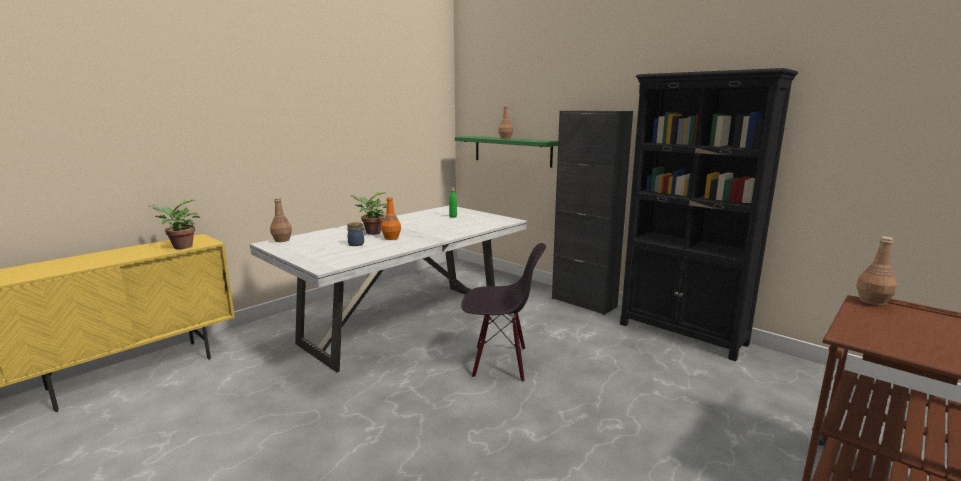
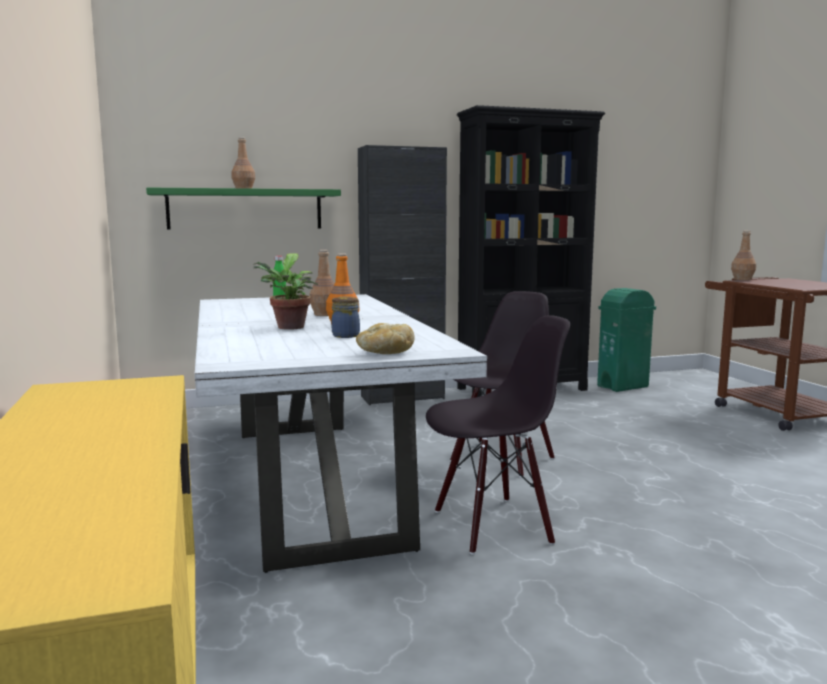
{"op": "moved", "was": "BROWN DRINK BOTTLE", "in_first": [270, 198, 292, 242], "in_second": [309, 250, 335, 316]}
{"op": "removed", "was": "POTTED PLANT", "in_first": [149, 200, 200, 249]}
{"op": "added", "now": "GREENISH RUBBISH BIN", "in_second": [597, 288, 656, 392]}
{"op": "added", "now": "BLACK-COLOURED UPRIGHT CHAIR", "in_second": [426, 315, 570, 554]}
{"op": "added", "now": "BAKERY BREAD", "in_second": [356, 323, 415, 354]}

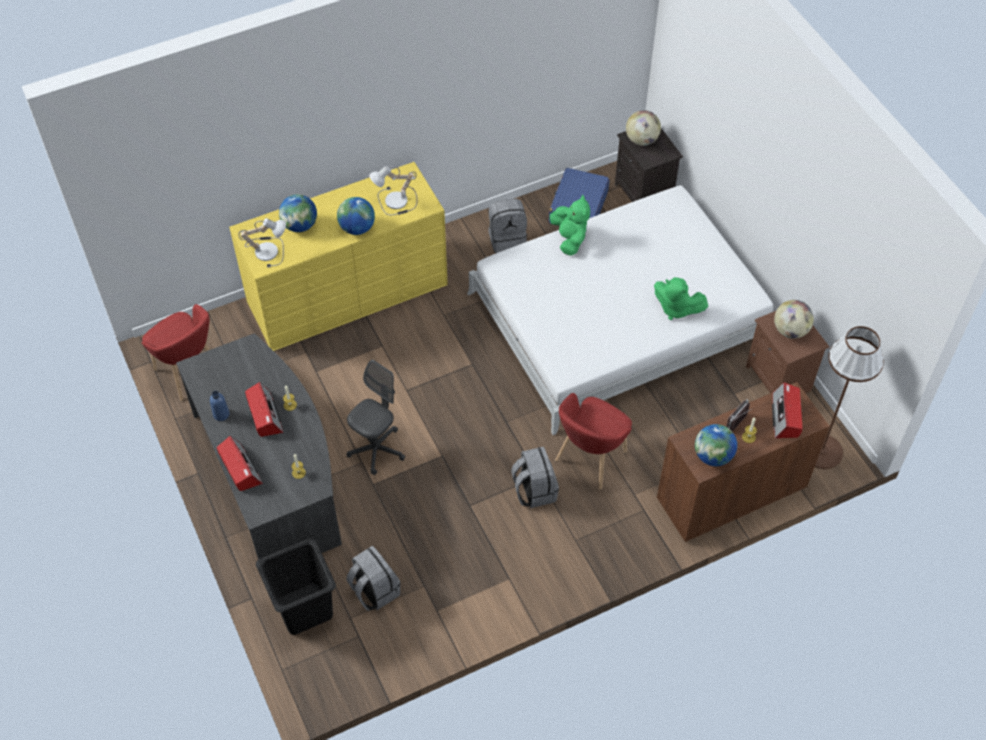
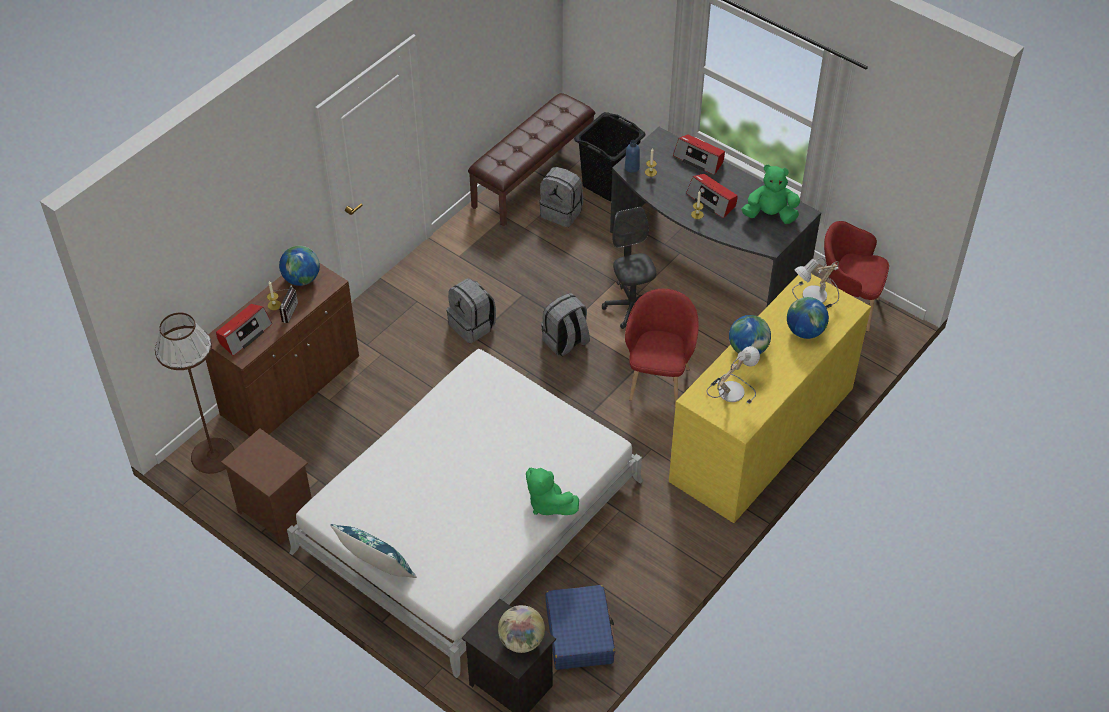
{"op": "moved", "was": "GREY KNAPSACK", "in_first": [488, 199, 527, 253], "in_second": [541, 293, 590, 356]}
{"op": "moved", "was": "GREENISH SOFT TOY", "in_first": [654, 277, 708, 320], "in_second": [741, 164, 800, 224]}
{"op": "removed", "was": "DESK GLOBE", "in_first": [774, 300, 814, 339]}
{"op": "turned", "was": "GREY DESK CHAIR", "in_first": [347, 360, 405, 475], "in_second": [602, 207, 656, 329], "clockwise": 150}
{"op": "turned", "was": "RADIO RECEIVER", "in_first": [772, 382, 802, 439], "in_second": [216, 304, 272, 356], "clockwise": 60}
{"op": "moved", "was": "BLUE DRINK BOTTLE", "in_first": [210, 391, 229, 421], "in_second": [625, 140, 640, 173]}
{"op": "moved", "was": "RED-COLOURED EASY CHAIR", "in_first": [555, 393, 632, 490], "in_second": [625, 289, 699, 406]}
{"op": "added", "now": "BROWN INDOOR BENCH", "in_second": [468, 93, 595, 226]}
{"op": "added", "now": "BLUE THROW PILLOW", "in_second": [330, 524, 416, 578]}

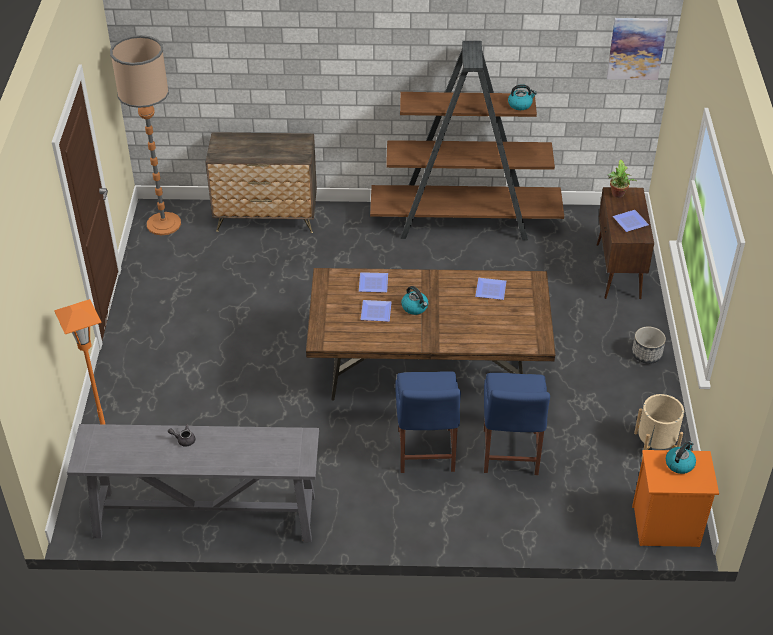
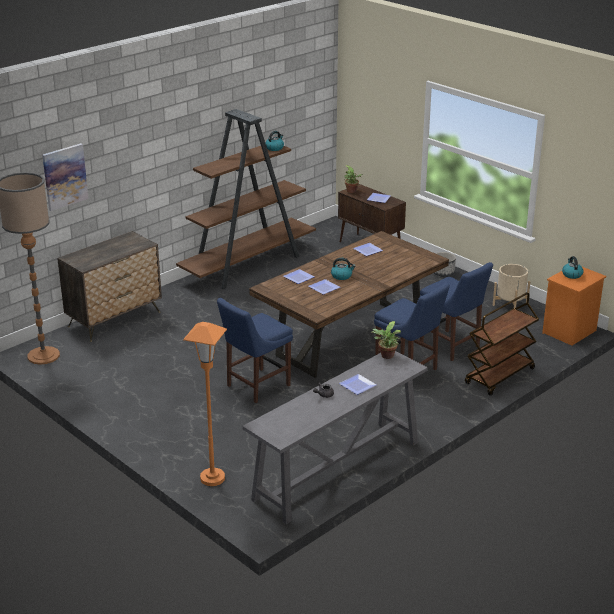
{"op": "moved", "was": "WALL ART", "in_first": [607, 18, 668, 80], "in_second": [42, 143, 88, 211]}
{"op": "added", "now": "BROWN TROLLEY", "in_second": [465, 292, 539, 396]}
{"op": "added", "now": "BLUE UPRIGHT CHAIR", "in_second": [217, 298, 293, 403]}
{"op": "added", "now": "POTTED PLANT", "in_second": [370, 321, 401, 359]}
{"op": "added", "now": "PLATE", "in_second": [339, 374, 376, 395]}

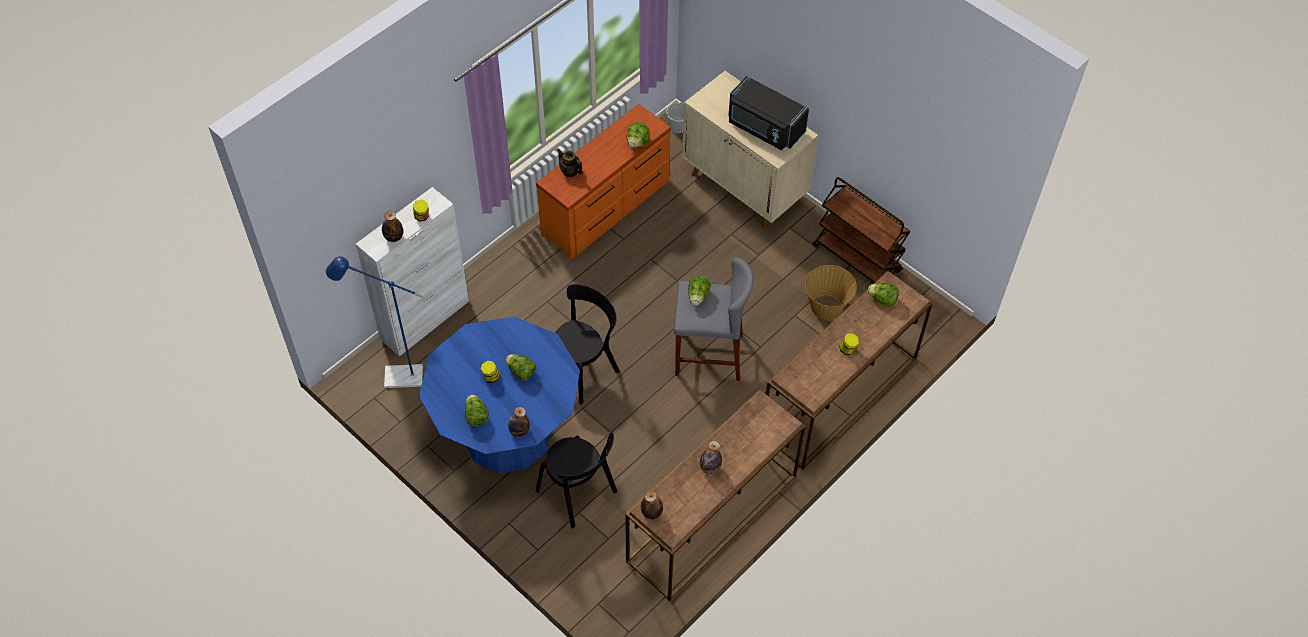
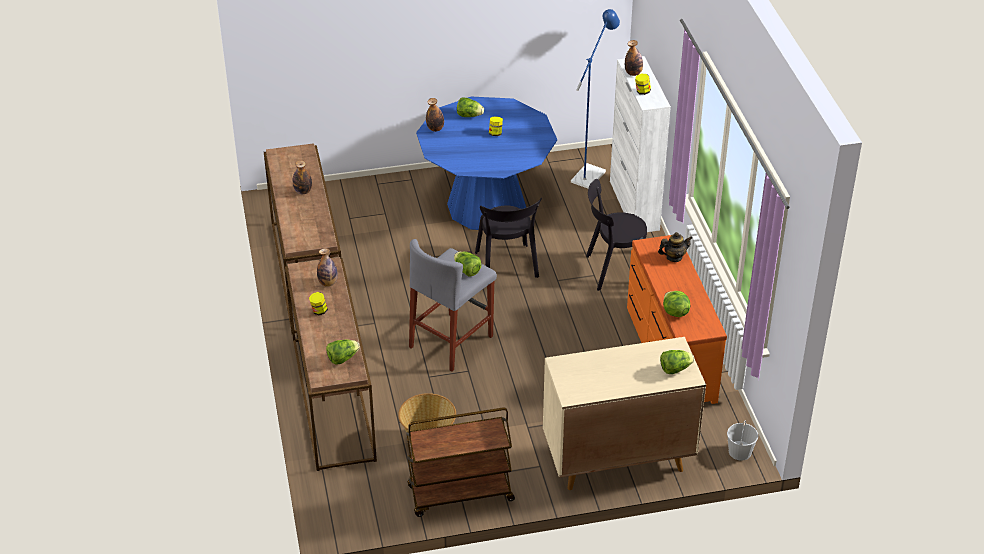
{"op": "removed", "was": "BLACK-COLOURED MICROWAVE", "in_first": [729, 76, 809, 150]}
{"op": "moved", "was": "LETTUCE HEAD", "in_first": [506, 354, 536, 381], "in_second": [660, 350, 694, 374]}
{"op": "moved", "was": "BLACK-COLOURED UPRIGHT CHAIR", "in_first": [536, 433, 617, 528], "in_second": [586, 179, 647, 291]}
{"op": "moved", "was": "DRINK BOTTLE", "in_first": [641, 490, 663, 519], "in_second": [317, 248, 338, 287]}

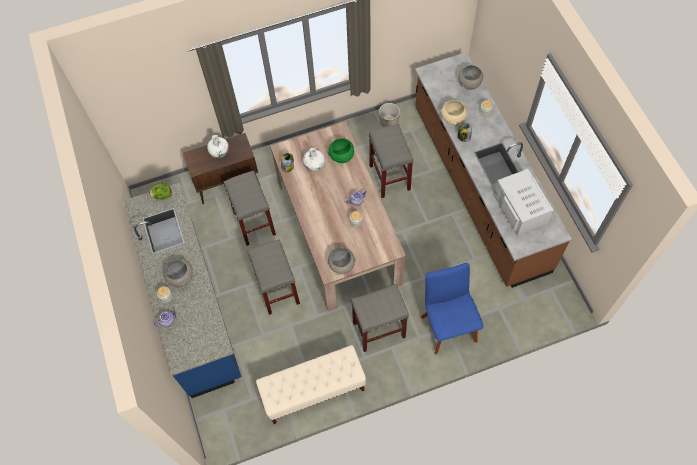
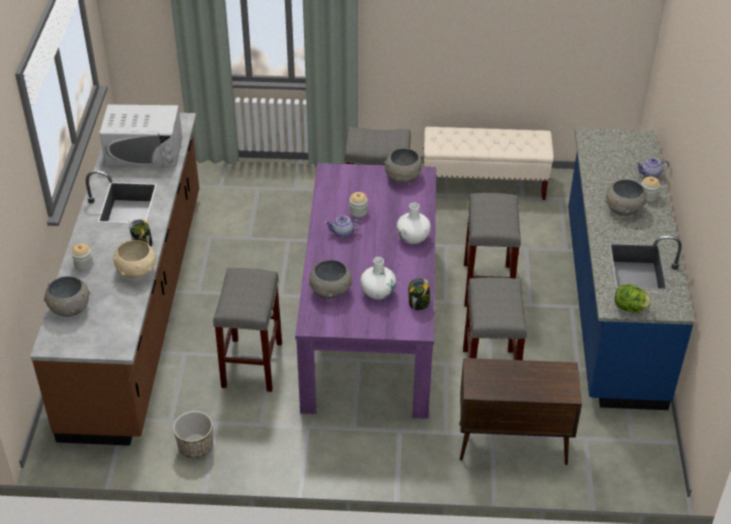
{"op": "recoloured", "was": "SAND-COLOURED DINNER TABLE", "now": "PURPLISH DINNER TABLE", "in_first": [270, 121, 406, 312], "in_second": [295, 163, 436, 419]}
{"op": "moved", "was": "WHITISH VASE", "in_first": [207, 135, 229, 158], "in_second": [397, 203, 431, 244]}
{"op": "recoloured", "was": "GREENISH DEEP DISH", "now": "GREY DEEP DISH", "in_first": [328, 138, 354, 163], "in_second": [308, 260, 353, 299]}
{"op": "turned", "was": "WHITISH MICROWAVE", "in_first": [494, 169, 553, 236], "in_second": [100, 104, 183, 166], "clockwise": -90}
{"op": "removed", "was": "BLUE UPRIGHT CHAIR", "in_first": [420, 263, 483, 354]}

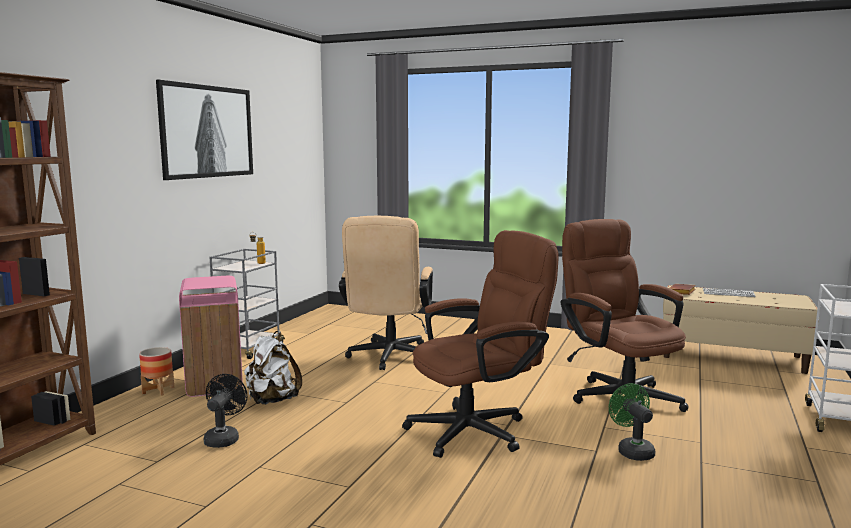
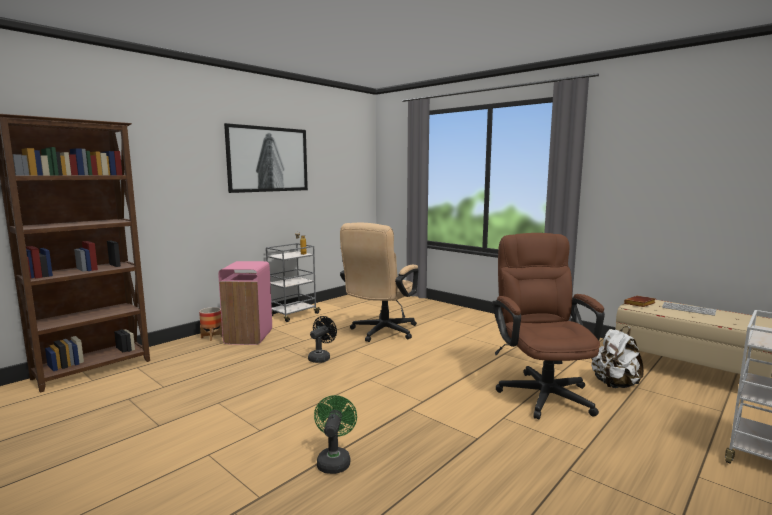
{"op": "removed", "was": "BROWN DESK CHAIR", "in_first": [402, 230, 559, 458]}
{"op": "moved", "was": "WHITISH KNAPSACK", "in_first": [244, 331, 302, 404], "in_second": [591, 326, 644, 388]}
{"op": "moved", "was": "BLACK-COLOURED FAN", "in_first": [204, 374, 247, 448], "in_second": [308, 316, 337, 363]}
{"op": "moved", "was": "GREENISH FAN", "in_first": [609, 383, 655, 461], "in_second": [314, 395, 357, 474]}

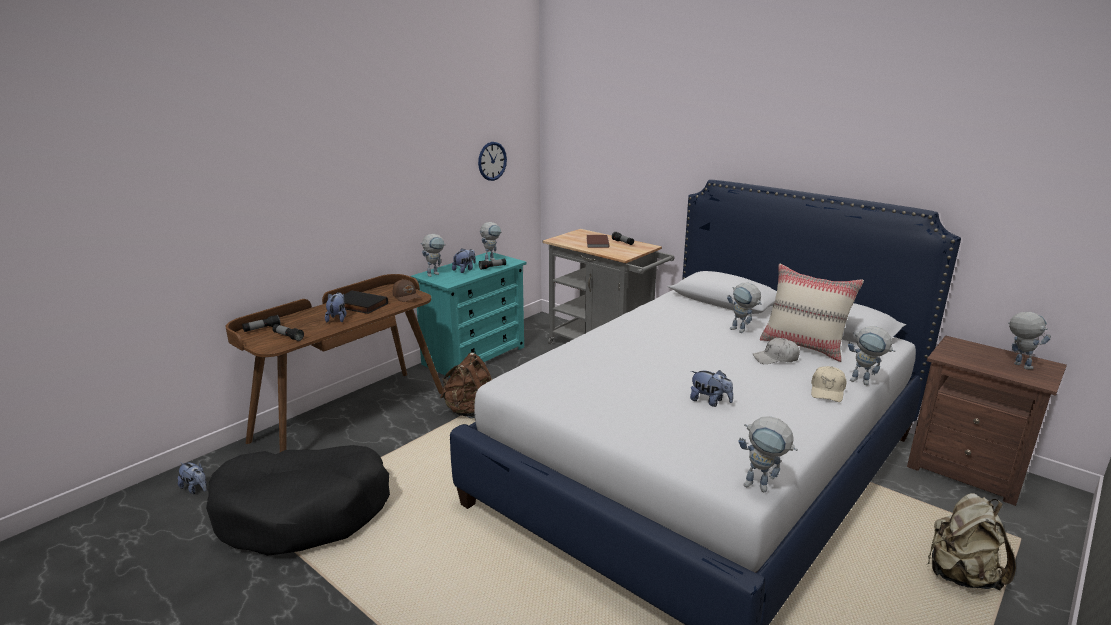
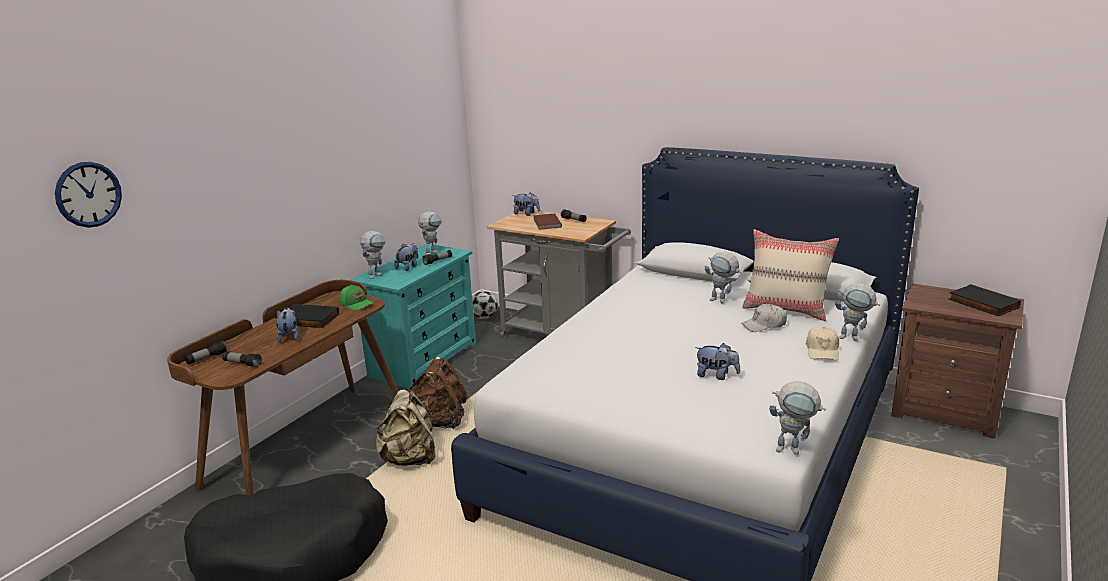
{"op": "moved", "was": "WALL CLOCK", "in_first": [478, 142, 507, 181], "in_second": [55, 162, 122, 228]}
{"op": "recoloured", "was": "BROWN BASEBALL CAP", "now": "GREENISH BASEBALL CAP", "in_first": [393, 279, 421, 302], "in_second": [340, 285, 374, 310]}
{"op": "replaced", "was": "TOY ROBOT", "now": "BLACK-COLOURED VOLUME", "in_first": [1008, 312, 1051, 370], "in_second": [949, 284, 1021, 316]}
{"op": "moved", "was": "SOFT TOY", "in_first": [178, 462, 207, 494], "in_second": [513, 192, 540, 216]}
{"op": "moved", "was": "SAND-COLOURED KNAPSACK", "in_first": [927, 493, 1016, 590], "in_second": [374, 389, 435, 466]}
{"op": "added", "now": "FOOTBALL", "in_second": [472, 291, 498, 319]}

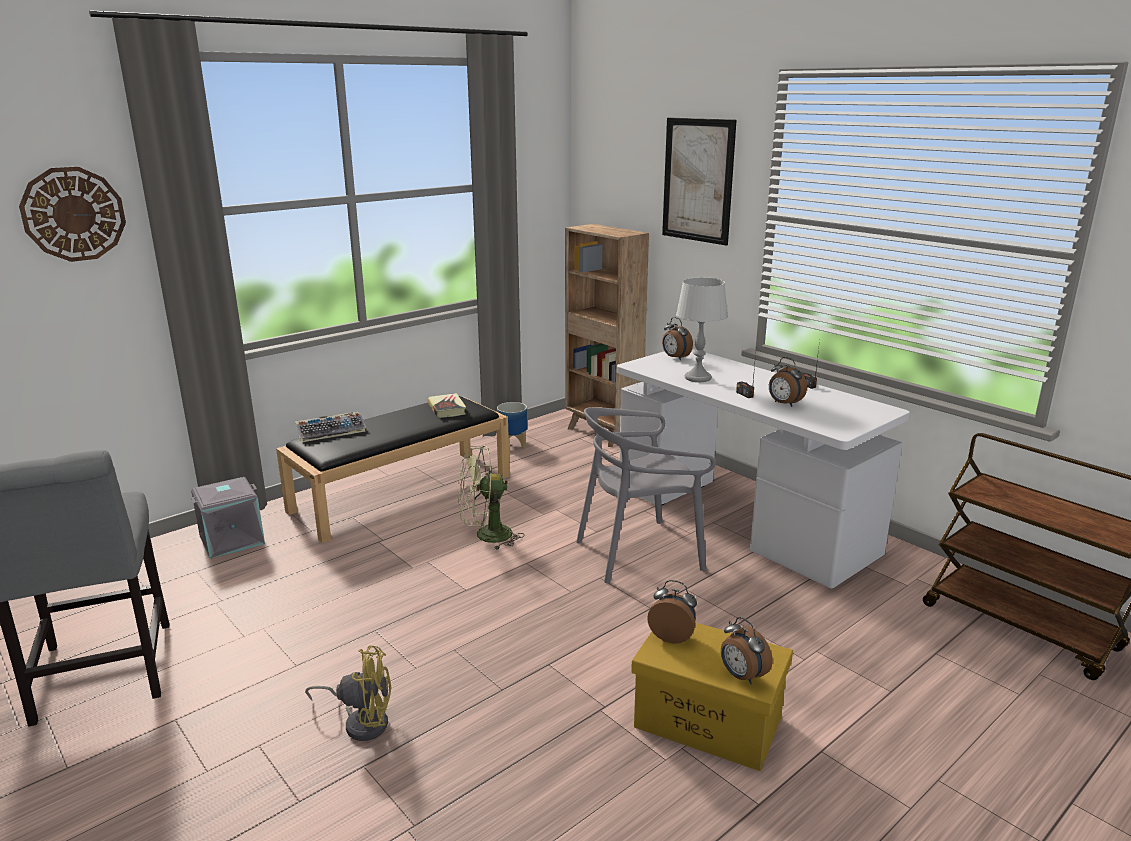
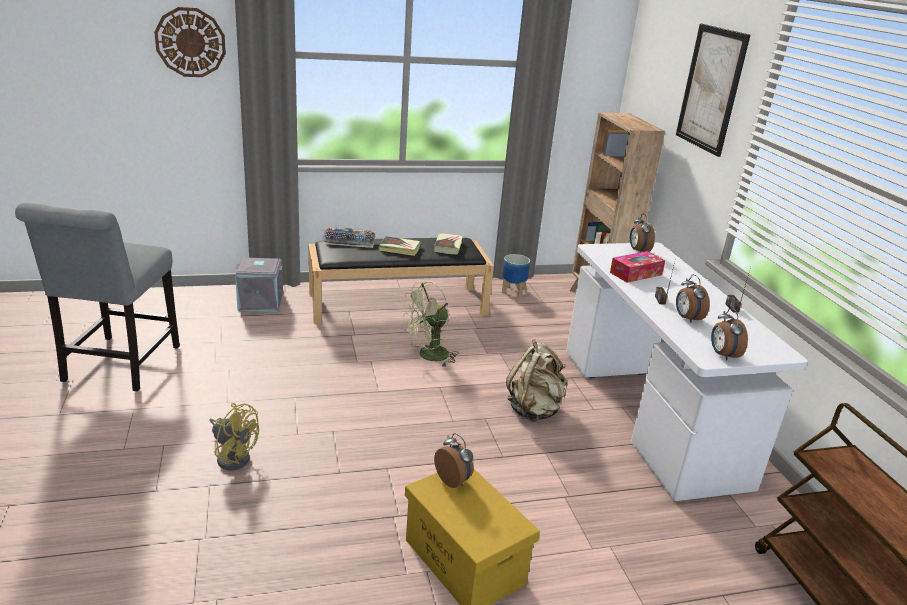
{"op": "replaced", "was": "GREY TABLE LAMP", "now": "TISSUE BOX", "in_first": [676, 277, 728, 382], "in_second": [610, 251, 665, 283]}
{"op": "replaced", "was": "GREY UPRIGHT CHAIR", "now": "SAND-COLOURED KNAPSACK", "in_first": [576, 407, 716, 583], "in_second": [506, 339, 567, 422]}
{"op": "turned", "was": "GREENISH FAN", "in_first": [458, 445, 525, 550], "in_second": [401, 282, 459, 366], "clockwise": -45}
{"op": "moved", "was": "BEDSIDE CLOCK", "in_first": [721, 617, 773, 684], "in_second": [711, 308, 748, 361]}
{"op": "added", "now": "VOLUME", "in_second": [379, 236, 420, 256]}

